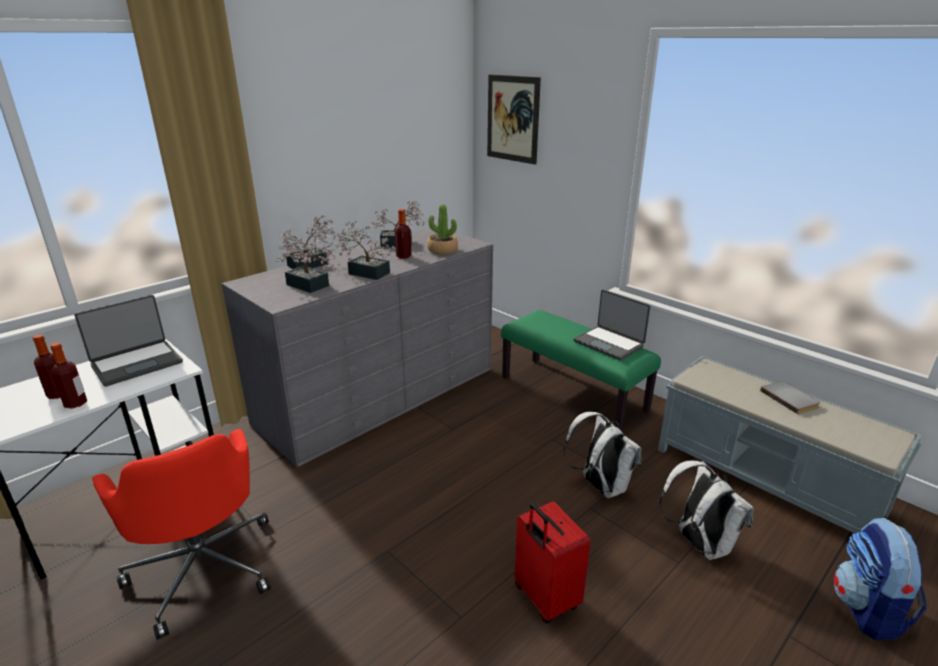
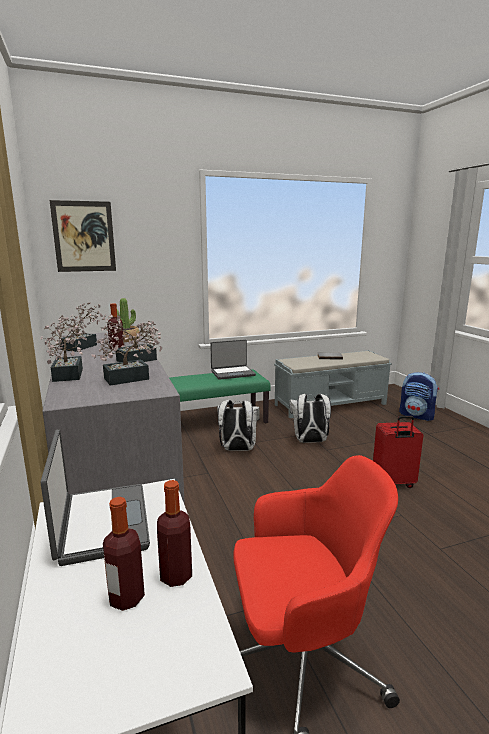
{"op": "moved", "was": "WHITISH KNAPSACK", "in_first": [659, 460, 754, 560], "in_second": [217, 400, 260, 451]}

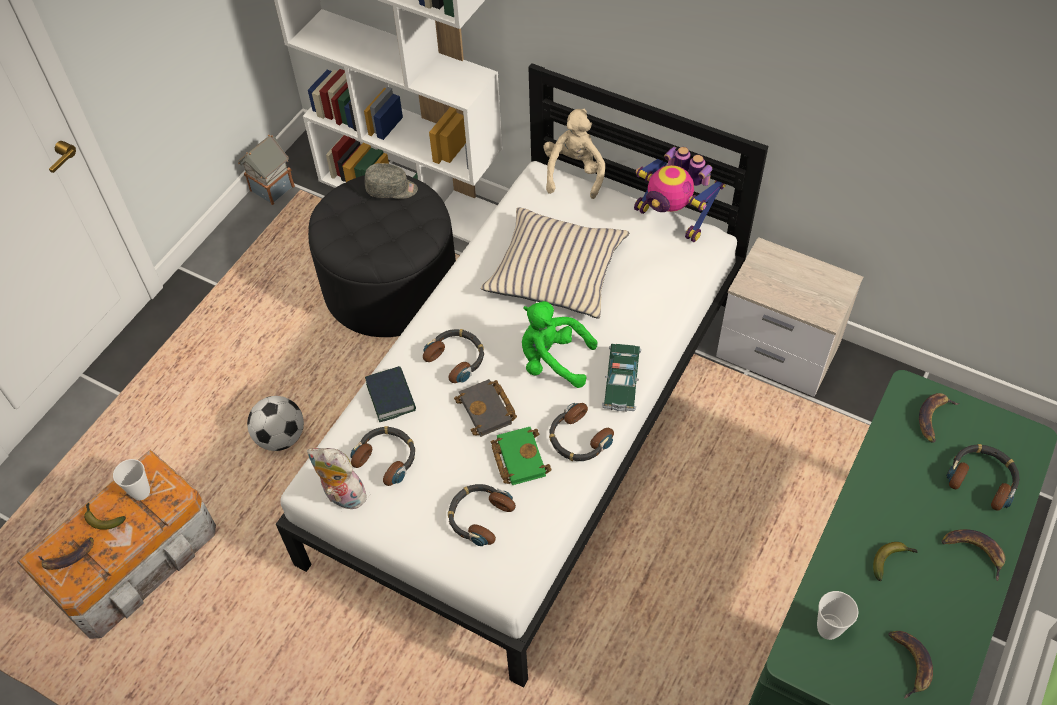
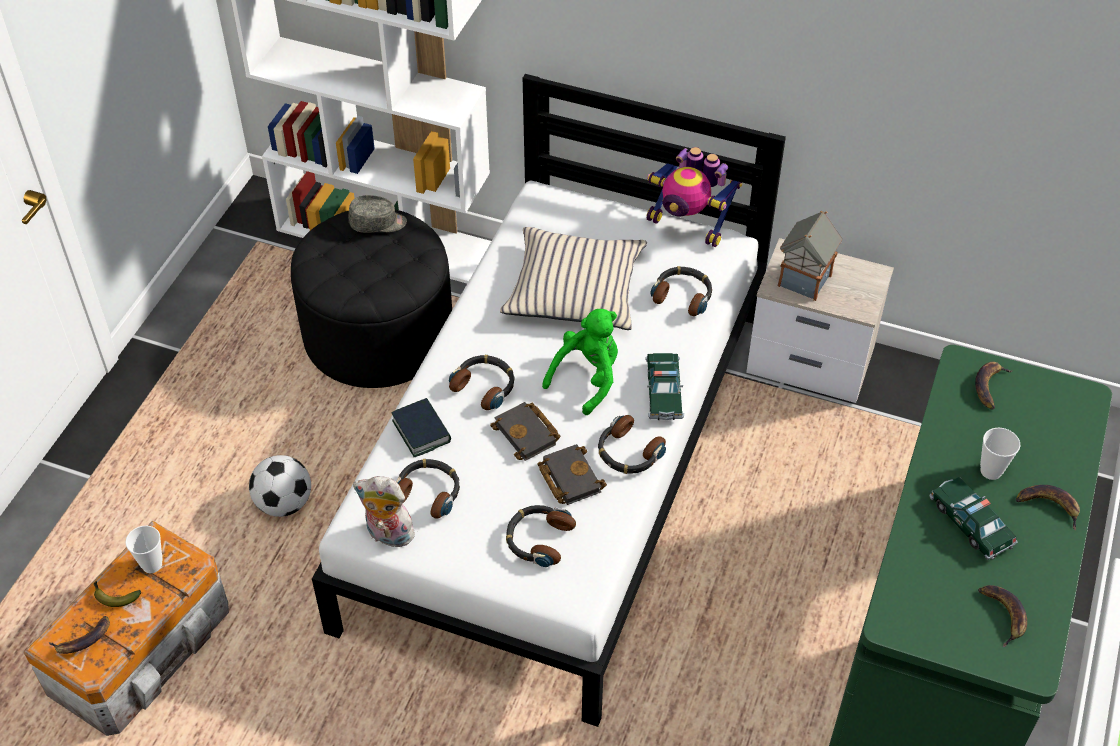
{"op": "removed", "was": "SAND-COLOURED SOFT TOY", "in_first": [544, 109, 605, 199]}
{"op": "moved", "was": "MINIATURE HOUSE", "in_first": [238, 135, 295, 205], "in_second": [778, 211, 843, 301]}
{"op": "turned", "was": "GREENISH SOFT TOY", "in_first": [522, 301, 597, 388], "in_second": [542, 309, 618, 415], "clockwise": 120}
{"op": "recoloured", "was": "GREENISH VOLUME", "now": "BLACK-COLOURED VOLUME", "in_first": [491, 427, 552, 485], "in_second": [537, 444, 607, 505]}
{"op": "moved", "was": "PAIR OF HEADPHONES", "in_first": [946, 444, 1020, 511], "in_second": [650, 266, 712, 316]}
{"op": "replaced", "was": "WHOLE BANANA", "now": "MODEL CAR", "in_first": [873, 542, 917, 581], "in_second": [929, 477, 1017, 560]}
{"op": "moved", "was": "DRINKING CUP", "in_first": [817, 591, 858, 640], "in_second": [980, 427, 1020, 480]}

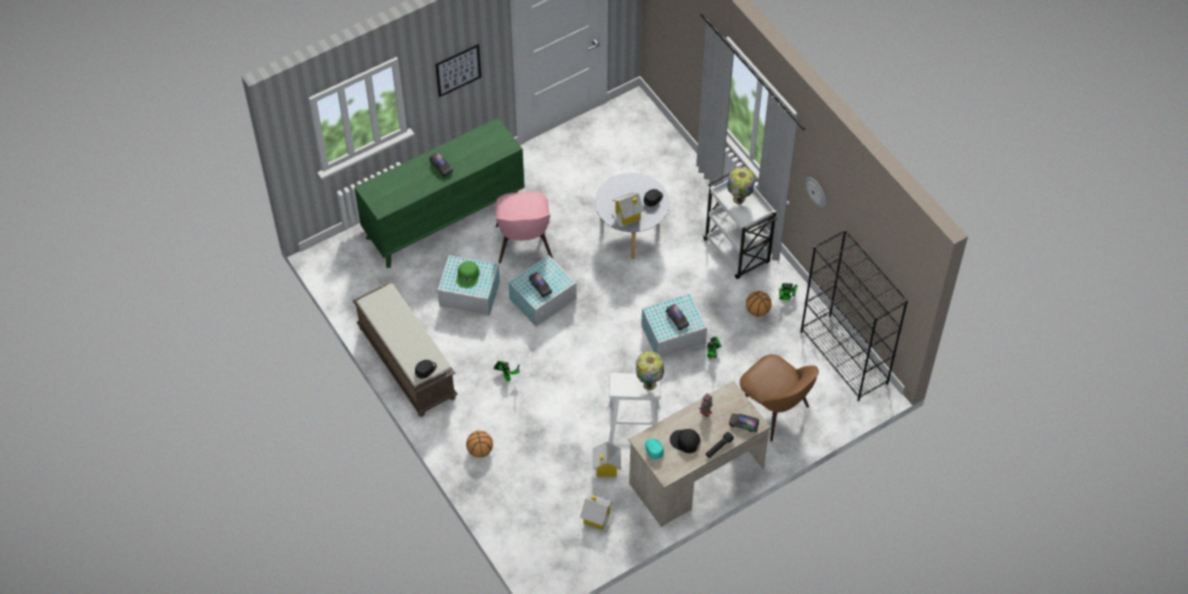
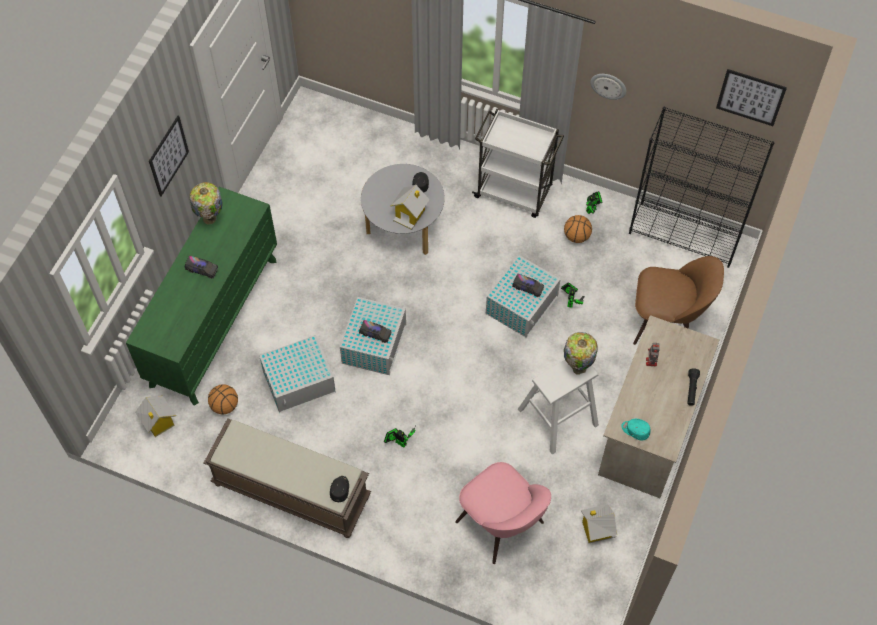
{"op": "moved", "was": "TABLE LAMP", "in_first": [727, 167, 755, 204], "in_second": [189, 182, 223, 224]}
{"op": "moved", "was": "PINKISH UPRIGHT CHAIR", "in_first": [495, 192, 553, 263], "in_second": [455, 462, 551, 564]}
{"op": "removed", "was": "GREENISH BASEBALL CAP", "in_first": [456, 261, 479, 288]}
{"op": "removed", "was": "MODEL TRUCK", "in_first": [729, 414, 759, 432]}
{"op": "removed", "was": "BLACK-COLOURED BASEBALL CAP", "in_first": [670, 429, 701, 453]}
{"op": "moved", "was": "BASKETBALL BALL", "in_first": [466, 431, 493, 458], "in_second": [208, 384, 238, 414]}
{"op": "moved", "was": "MINIATURE HOUSE", "in_first": [592, 441, 621, 477], "in_second": [135, 396, 176, 437]}
{"op": "added", "now": "WALL ART", "in_second": [716, 69, 787, 126]}

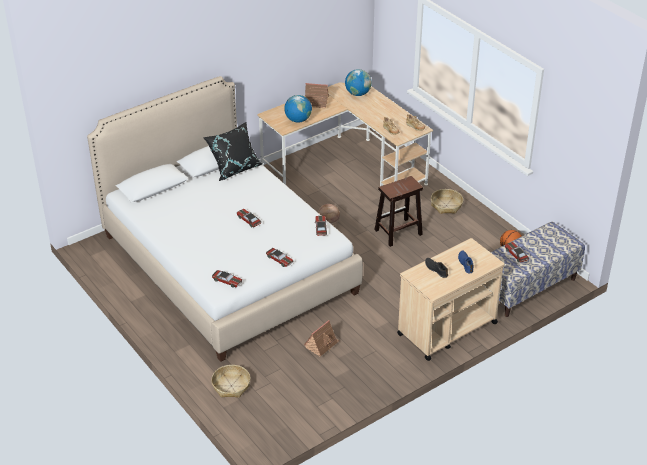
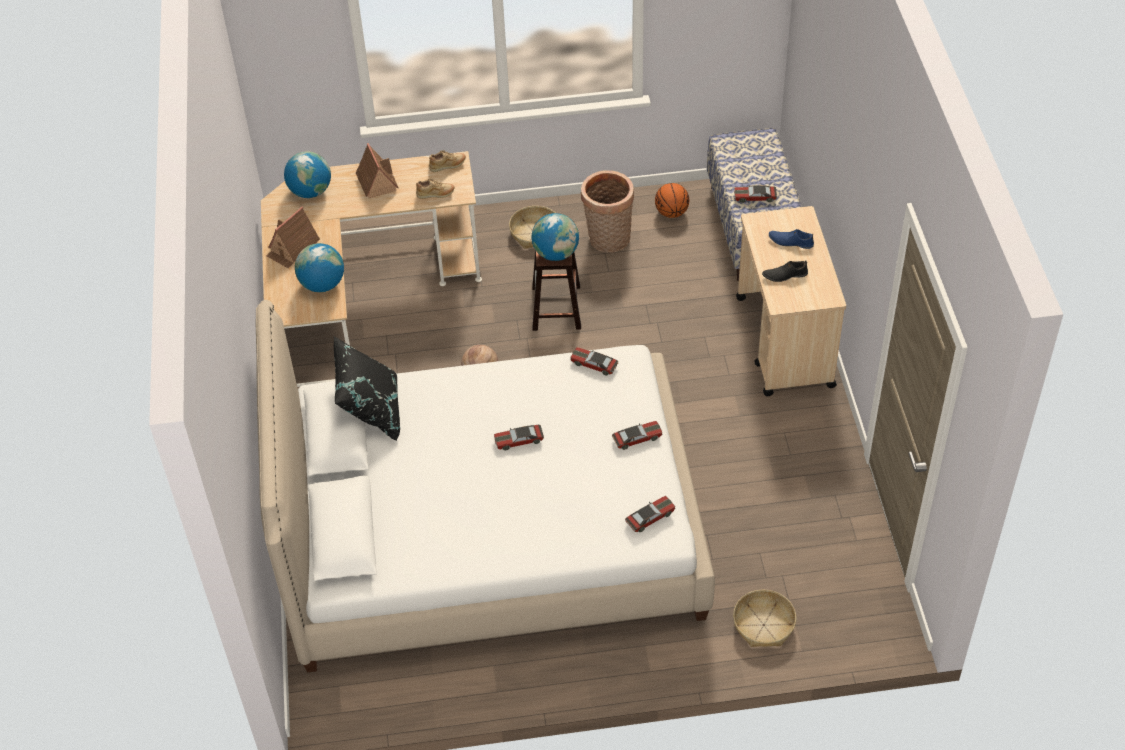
{"op": "moved", "was": "MINIATURE HOUSE", "in_first": [304, 320, 339, 357], "in_second": [356, 143, 398, 198]}
{"op": "added", "now": "STORAGE BASKET", "in_second": [581, 170, 634, 253]}
{"op": "added", "now": "DESK GLOBE", "in_second": [532, 213, 579, 261]}

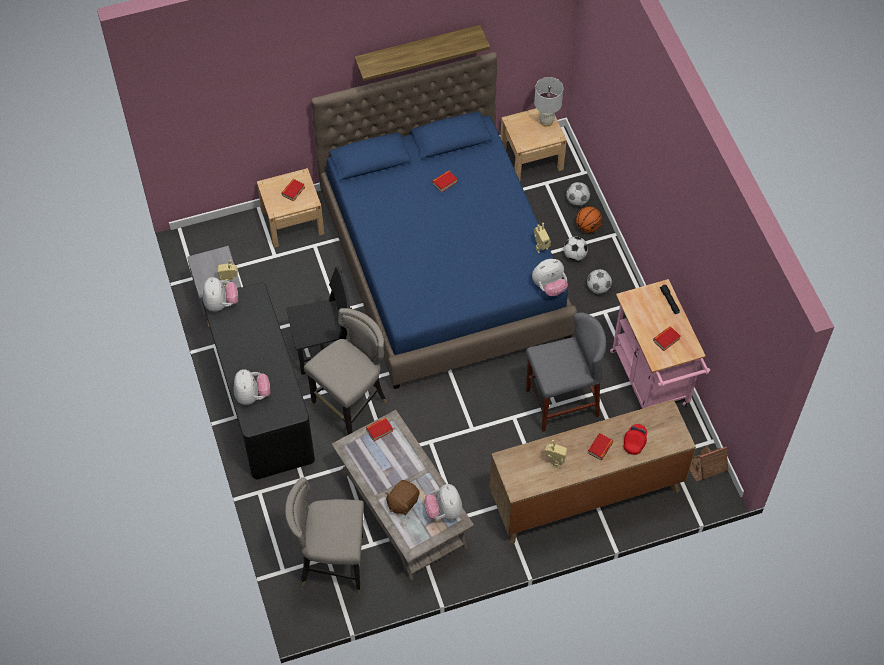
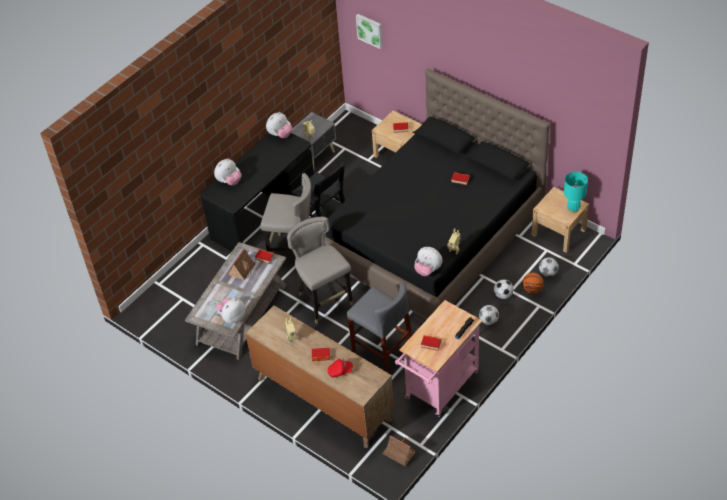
{"op": "removed", "was": "WALL SHELF", "in_first": [355, 25, 490, 81]}
{"op": "recoloured", "was": "BLUE BEDROOM BED", "now": "BLACK-COLOURED BEDROOM BED", "in_first": [311, 52, 577, 389], "in_second": [324, 69, 550, 319]}
{"op": "recoloured", "was": "WHITISH TABLE LAMP", "now": "TURQUOISE TABLE LAMP", "in_first": [534, 77, 563, 127], "in_second": [564, 172, 588, 213]}
{"op": "moved", "was": "GREY SITTING STOOL", "in_first": [285, 477, 364, 594], "in_second": [287, 217, 353, 324]}
{"op": "removed", "was": "BROWN SOFT TOY", "in_first": [386, 480, 420, 515]}
{"op": "added", "now": "WALL ART", "in_second": [356, 14, 383, 49]}
{"op": "added", "now": "MINIATURE HOUSE", "in_second": [228, 248, 256, 280]}

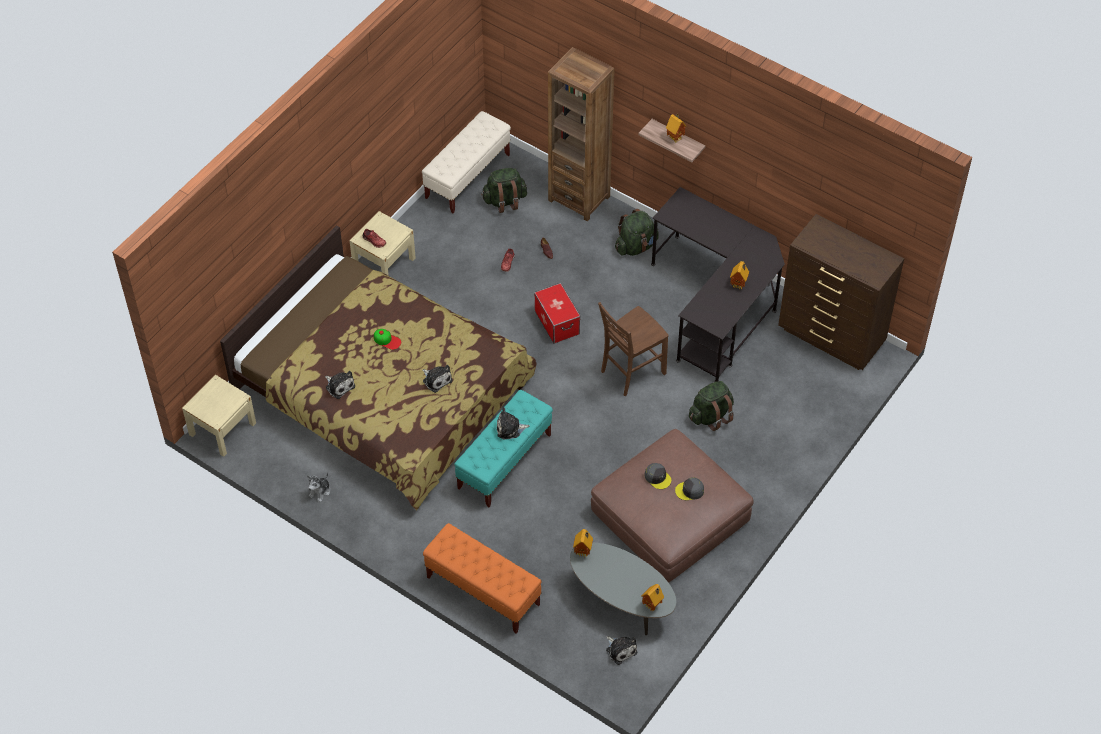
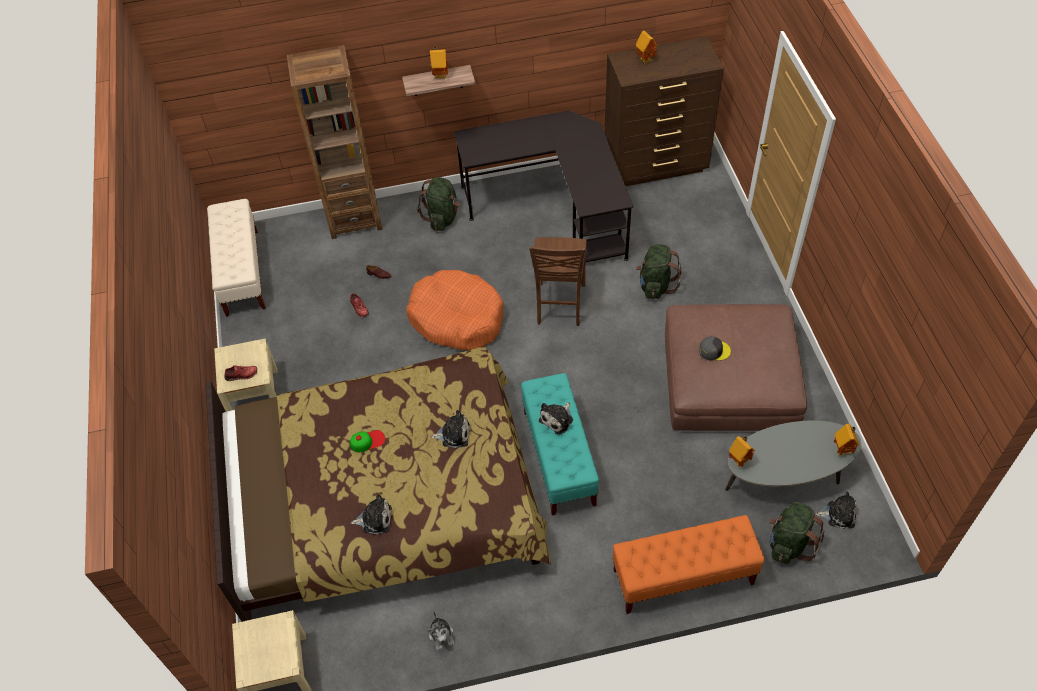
{"op": "moved", "was": "GREENISH KNAPSACK", "in_first": [481, 168, 527, 213], "in_second": [770, 502, 824, 564]}
{"op": "moved", "was": "MINIATURE HOUSE", "in_first": [730, 261, 749, 289], "in_second": [636, 30, 658, 64]}
{"op": "replaced", "was": "STORAGE BOX", "now": "ORANGEY PET BED", "in_first": [534, 283, 580, 344], "in_second": [406, 270, 503, 350]}
{"op": "removed", "was": "GREY BASEBALL CAP", "in_first": [675, 477, 704, 500]}

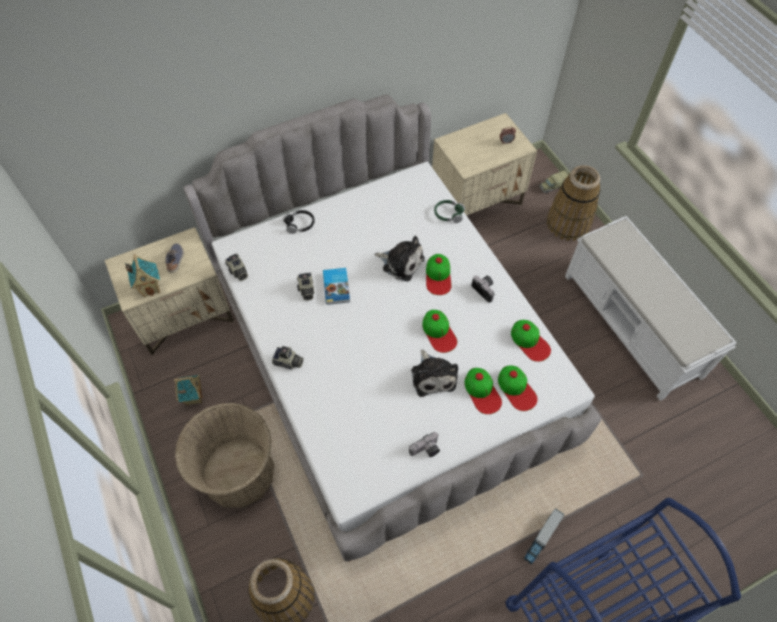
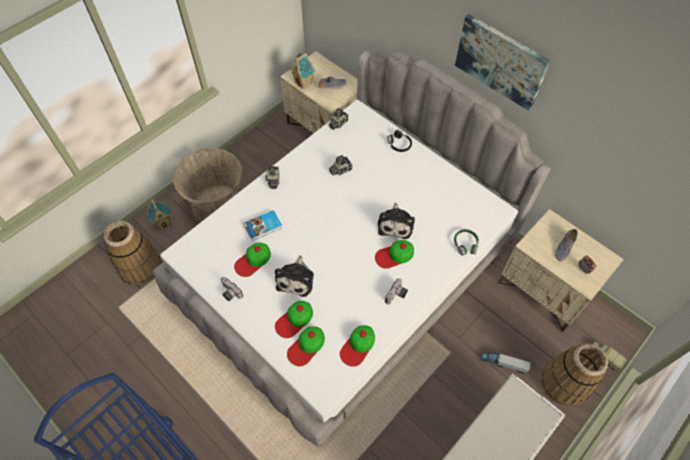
{"op": "moved", "was": "VOLUME", "in_first": [323, 268, 350, 305], "in_second": [243, 210, 282, 241]}
{"op": "moved", "was": "BASEBALL CAP", "in_first": [422, 310, 457, 353], "in_second": [234, 243, 271, 277]}
{"op": "turned", "was": "SOFT TOY", "in_first": [411, 350, 458, 397], "in_second": [275, 255, 314, 297], "clockwise": -45}
{"op": "moved", "was": "MINIATURE HOUSE", "in_first": [174, 375, 203, 405], "in_second": [145, 199, 172, 230]}
{"op": "moved", "was": "MODEL TRUCK", "in_first": [524, 508, 565, 565], "in_second": [481, 353, 531, 374]}
{"op": "added", "now": "WALL ART", "in_second": [455, 14, 551, 111]}
{"op": "added", "now": "ITEM OF FOOTWEAR", "in_second": [555, 229, 578, 262]}

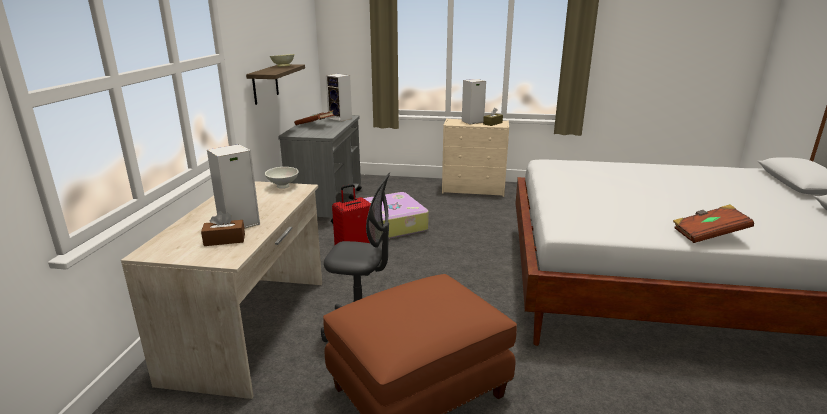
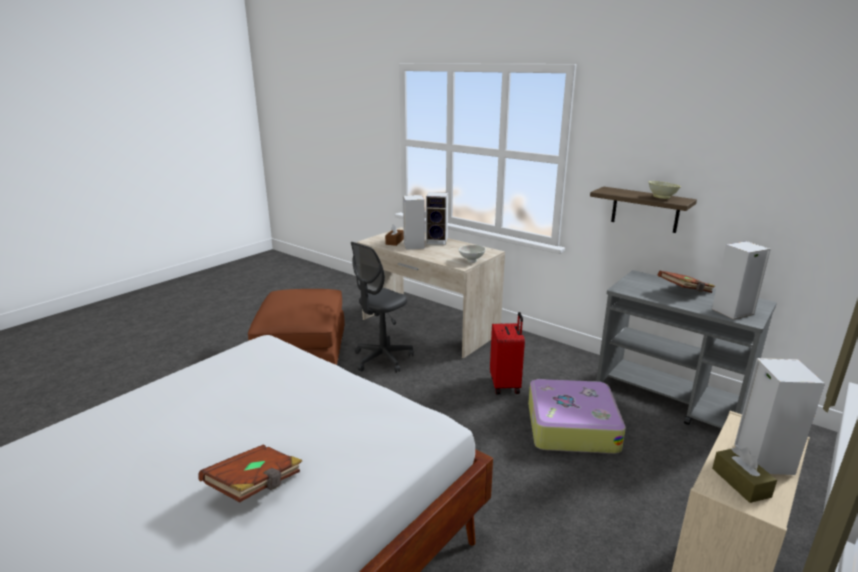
{"op": "moved", "was": "BROWN VOLUME", "in_first": [673, 204, 754, 243], "in_second": [198, 445, 302, 502]}
{"op": "added", "now": "AUDIO SPEAKER", "in_second": [426, 192, 448, 245]}

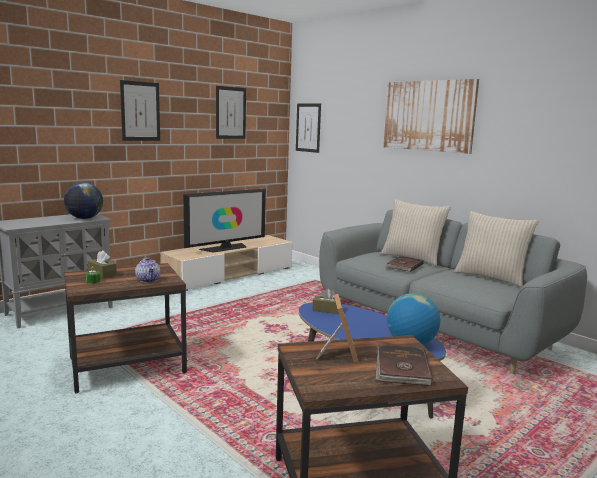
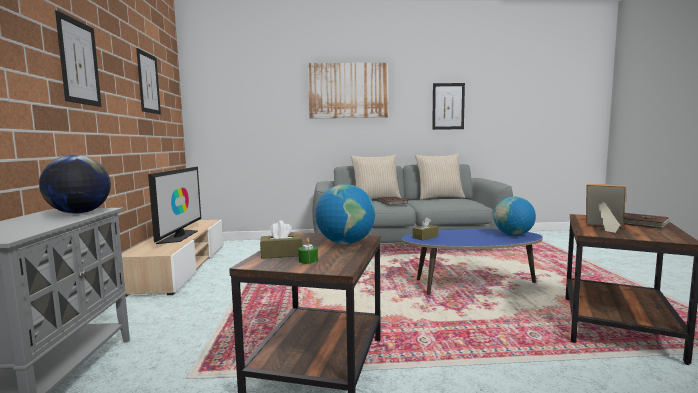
{"op": "moved", "was": "WALL ART", "in_first": [296, 103, 321, 153], "in_second": [432, 83, 465, 130]}
{"op": "replaced", "was": "POT FOR TEA", "now": "DESK GLOBE", "in_first": [135, 257, 160, 283], "in_second": [315, 184, 375, 244]}

